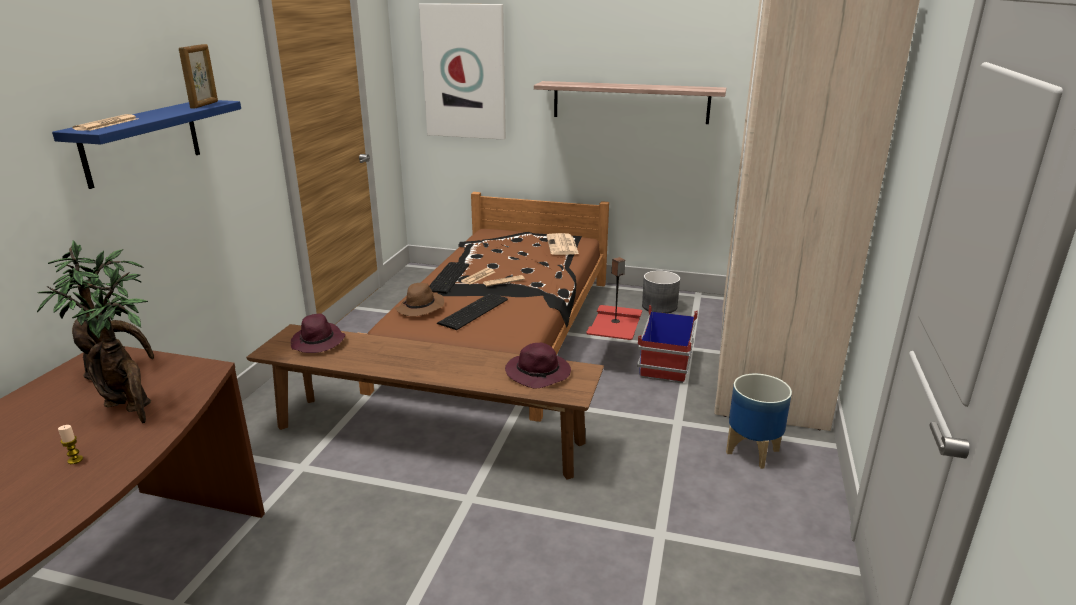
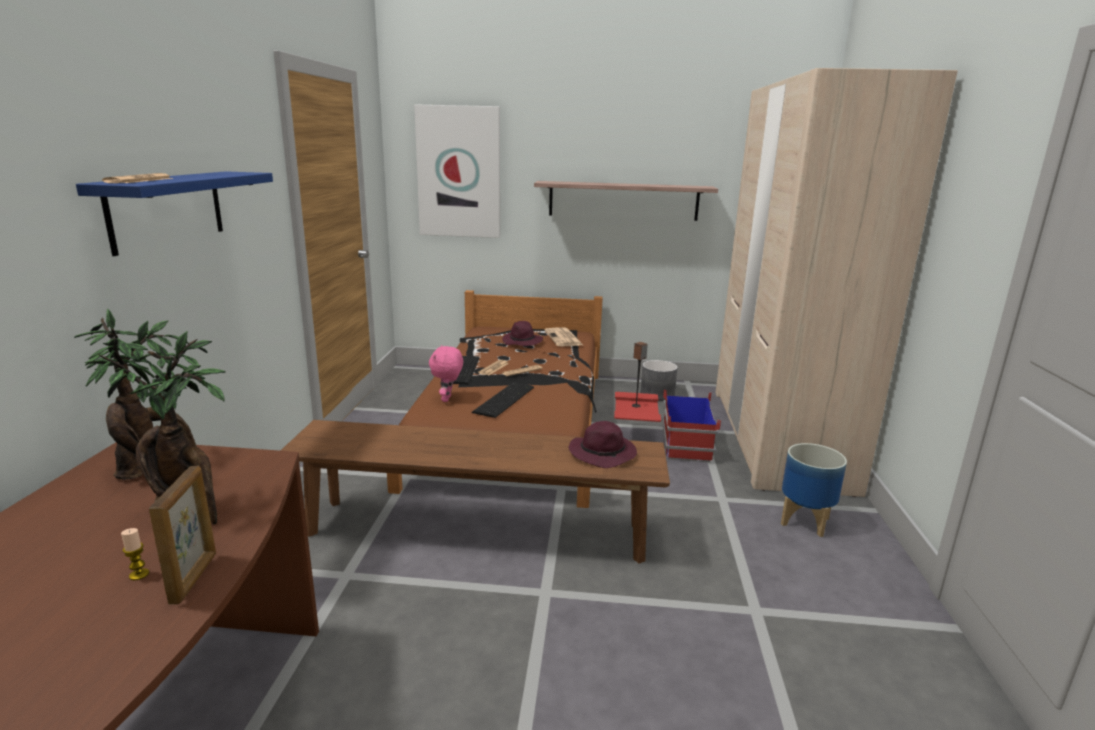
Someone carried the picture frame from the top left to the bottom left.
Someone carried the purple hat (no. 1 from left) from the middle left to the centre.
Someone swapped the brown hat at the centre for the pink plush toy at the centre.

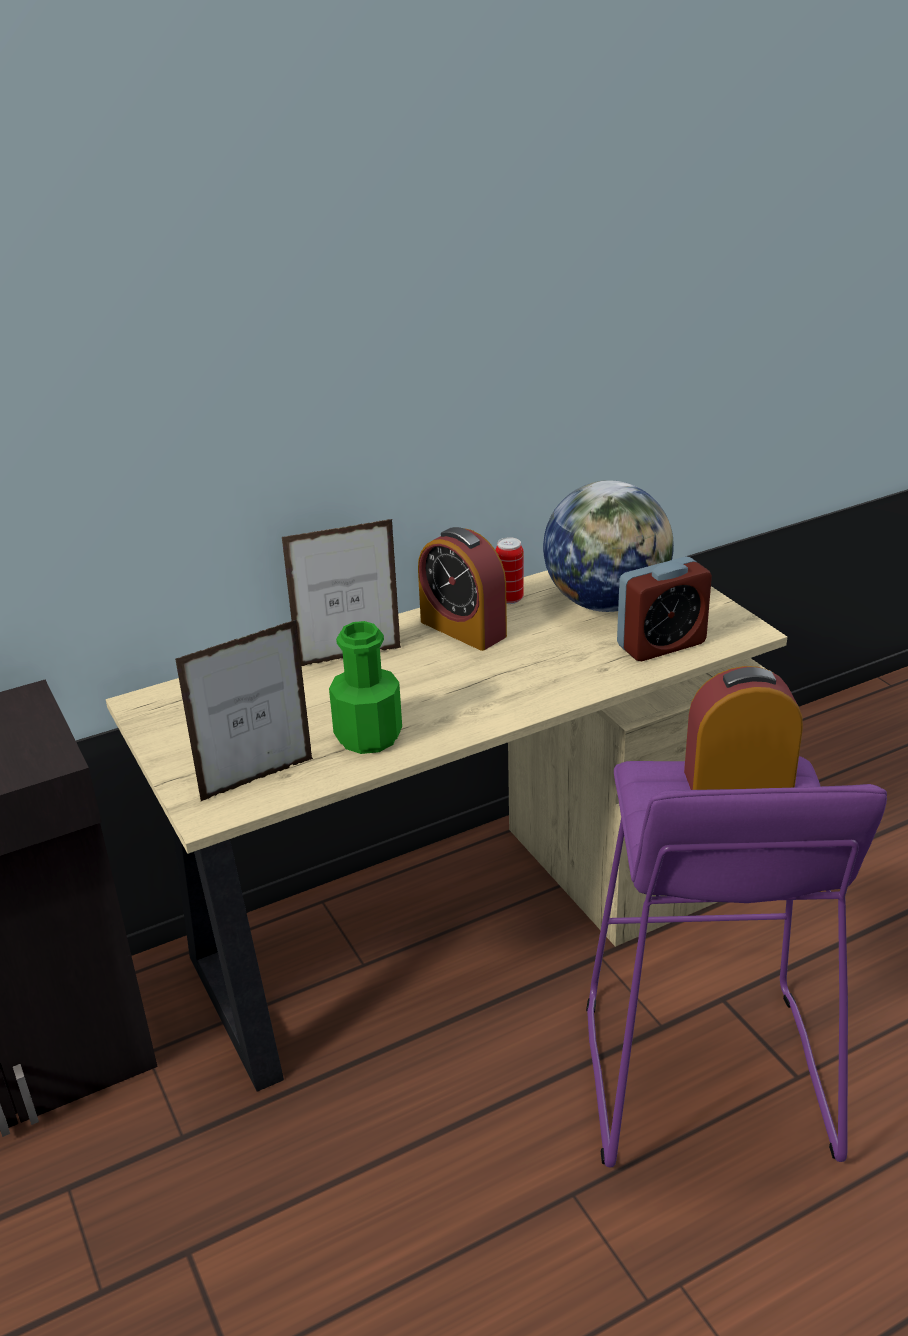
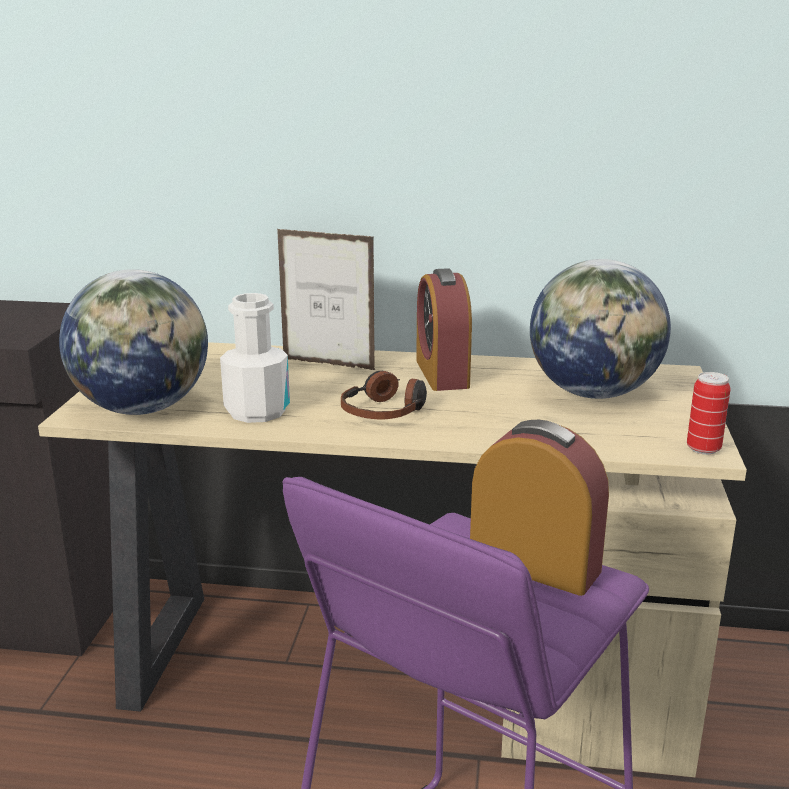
Someone swapped the picture frame (no. 1 from left) at the middle left for the globe (no. 1 from left) at the middle left.
Someone repainted the green bottle at the centre, which became the white bottle at the middle left.
Someone carried the can from the centre to the middle right.
Someone took away the alarm clock (no. 2 from left) at the middle right.
Someone put down the headphones at the centre.

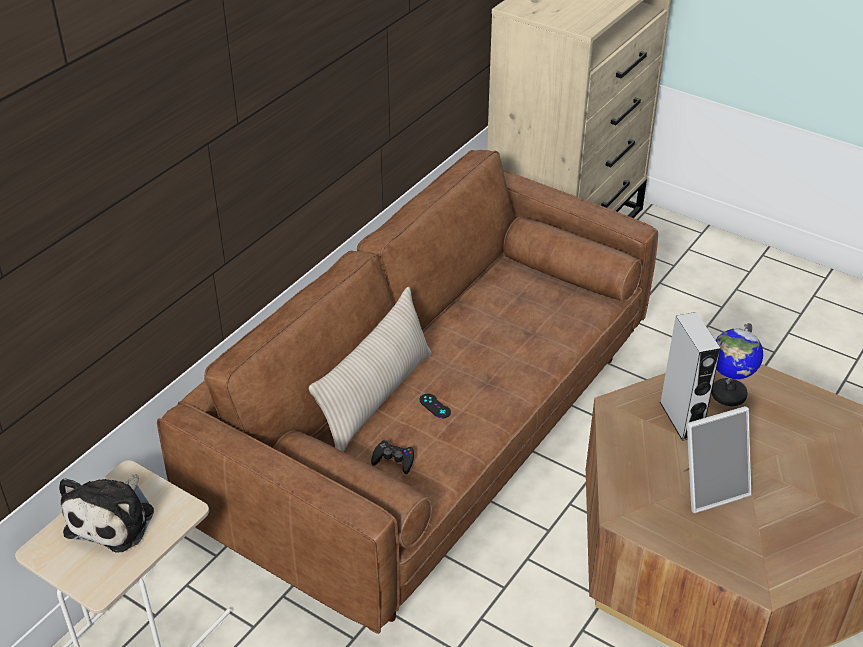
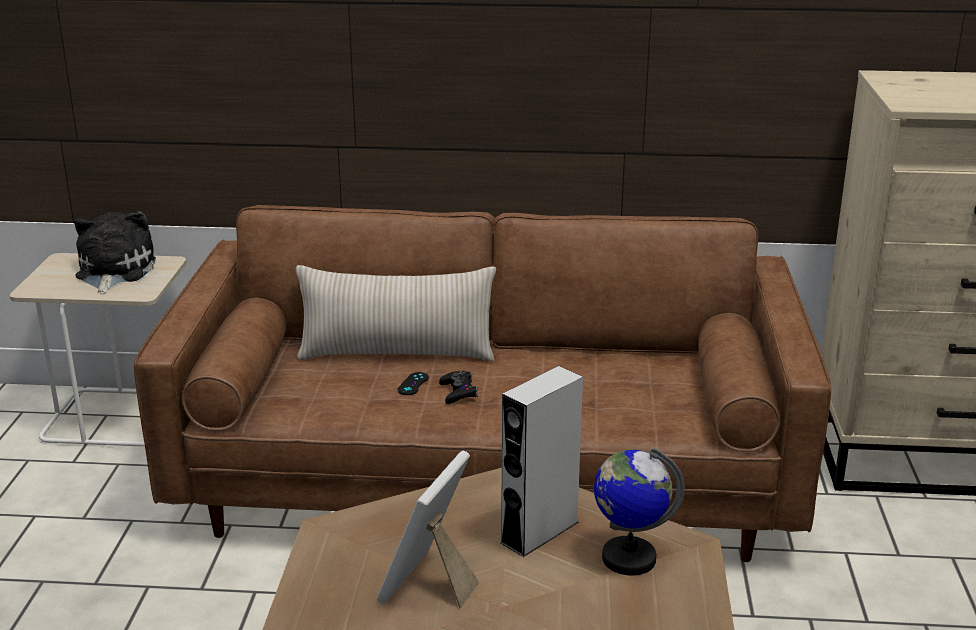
Someone rotated the plush toy at the bottom left by 105 degrees clockwise.
Someone carried the black game controller (no. 1 from left in the first image) from the bottom centre to the centre.
Someone rotated the picture frame at the bottom right by 75 degrees clockwise.

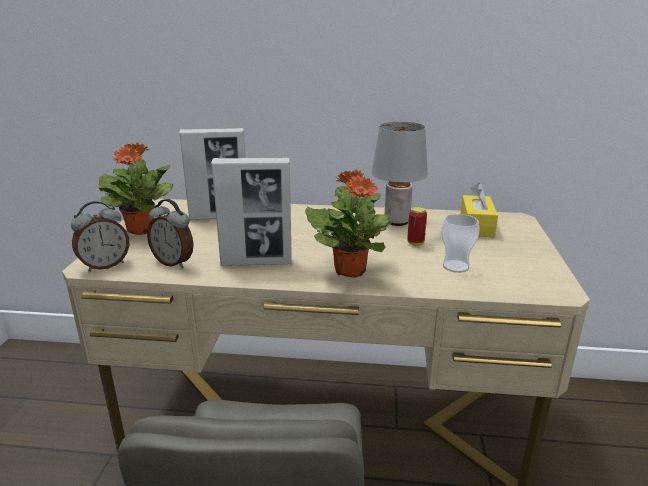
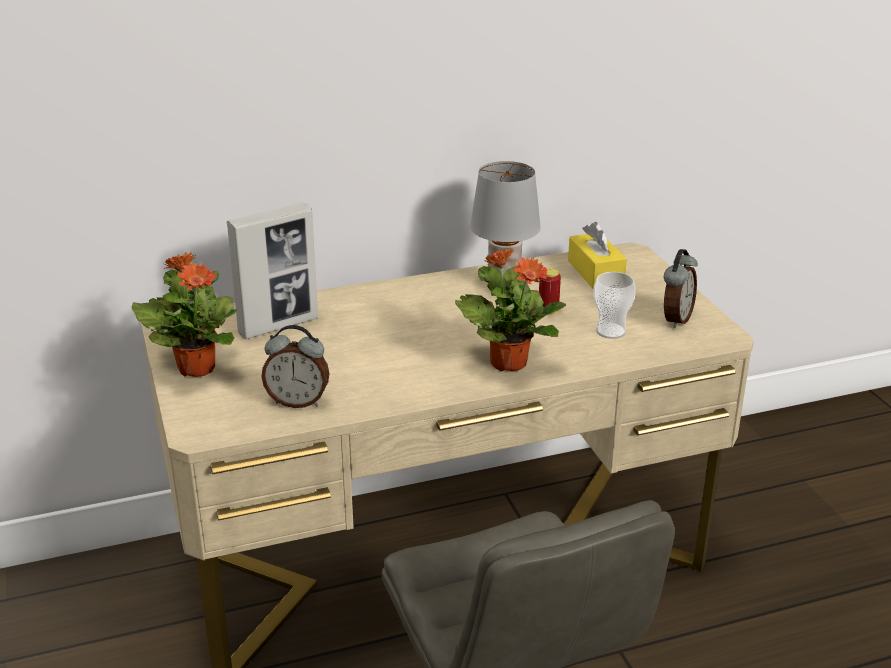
Someone carried the alarm clock (no. 1 from left in the first image) from the middle left to the middle right.
Someone took away the picture frame (no. 2 from left) at the centre.

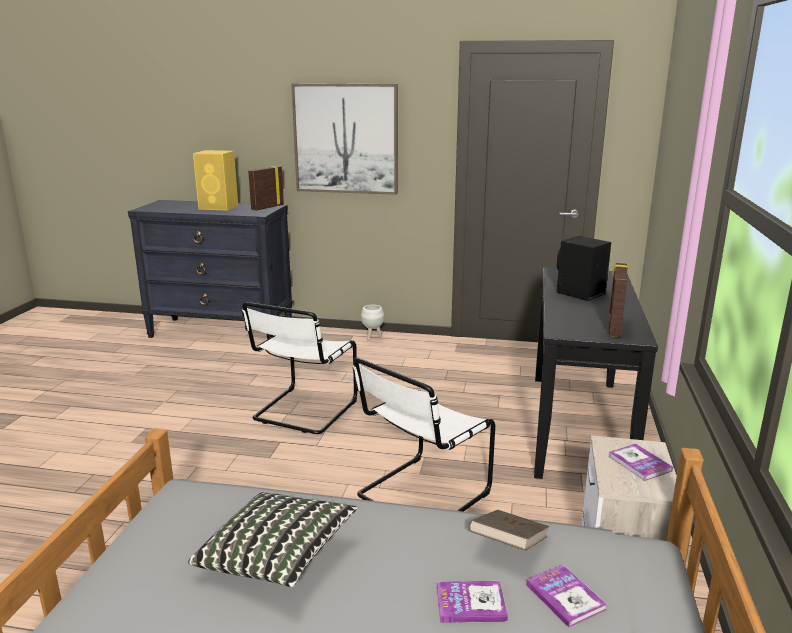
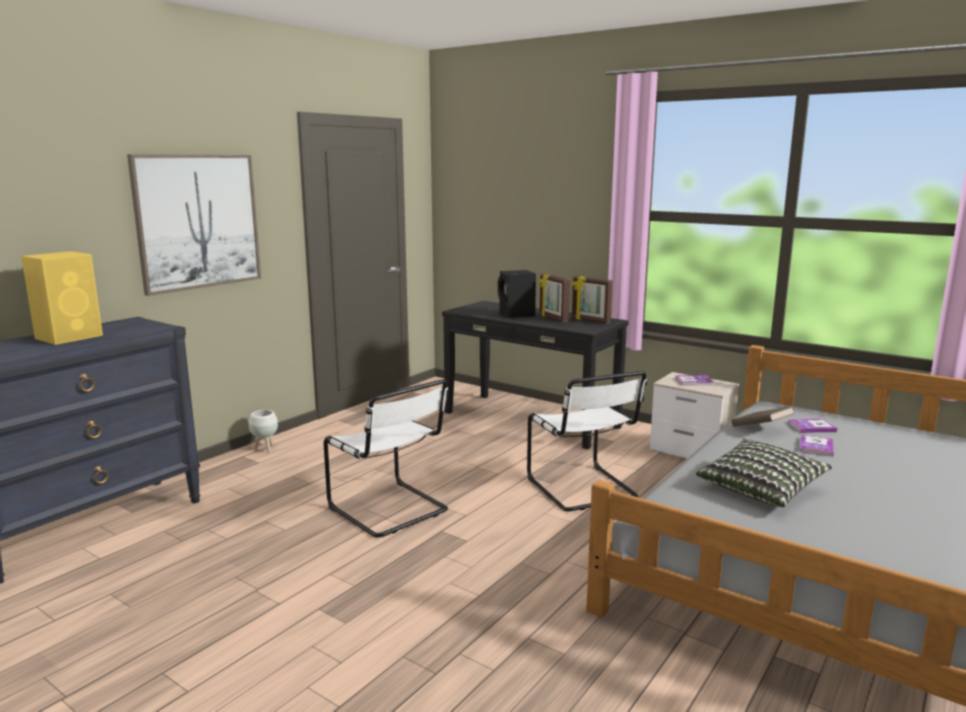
Someone carried the picture frame (no. 1 from left) from the top centre to the centre.

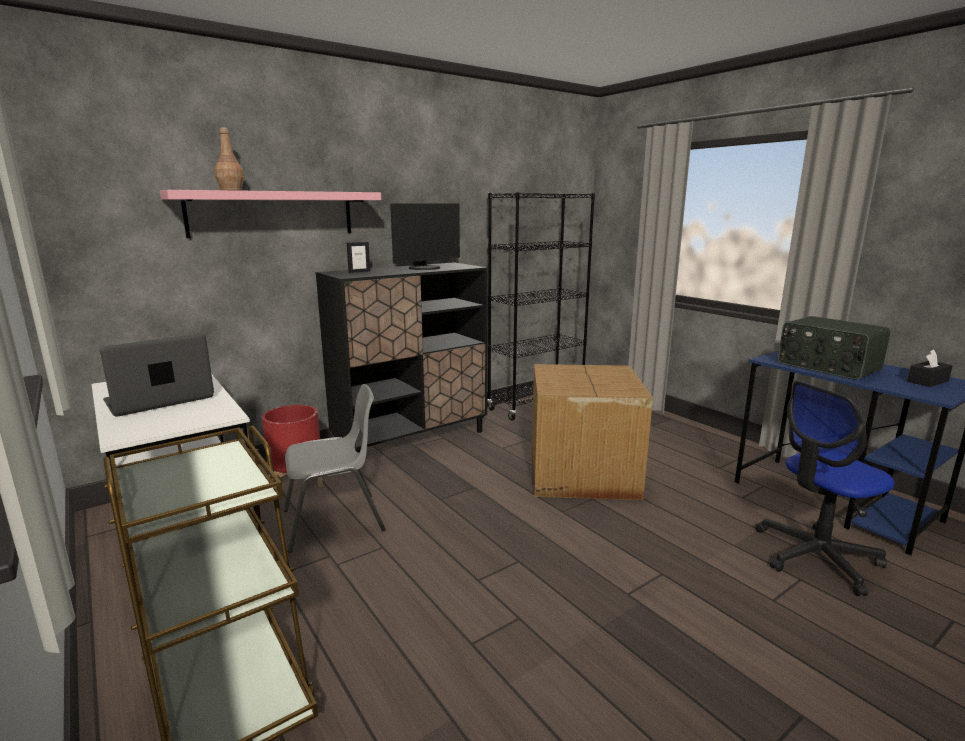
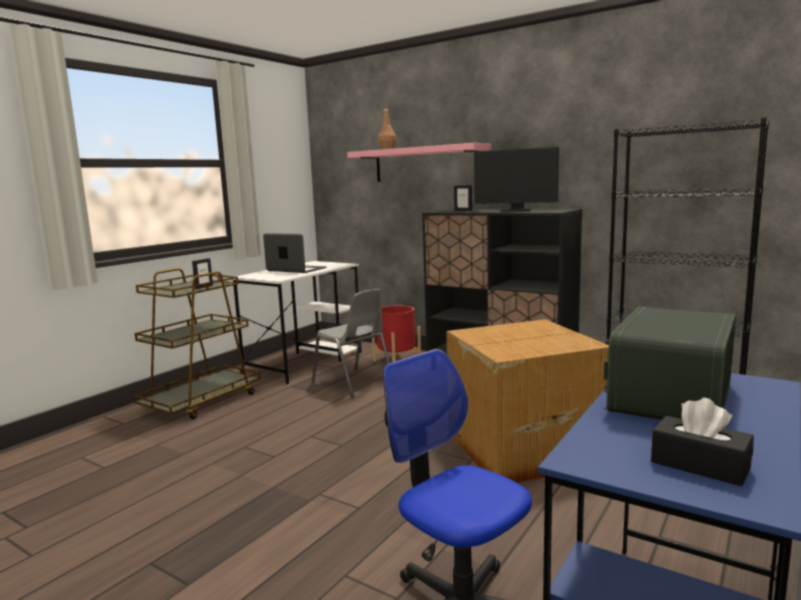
Someone put down the picture frame (no. 1 from left) at the middle left.

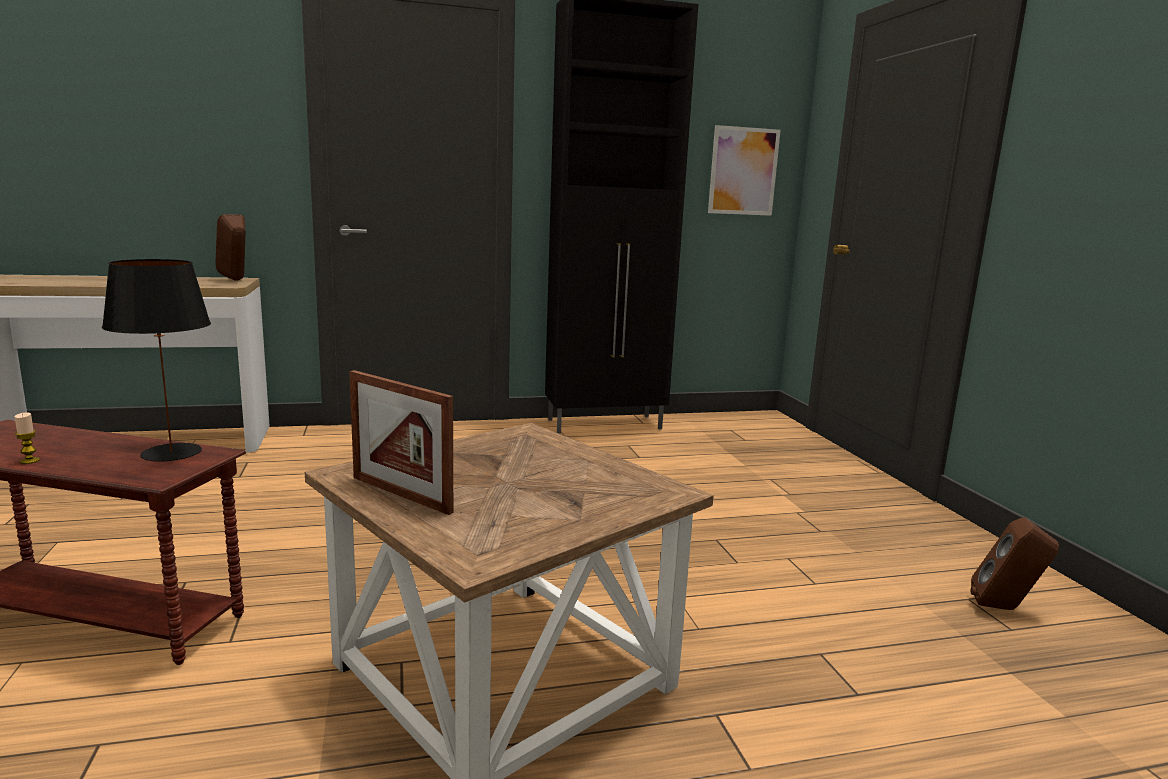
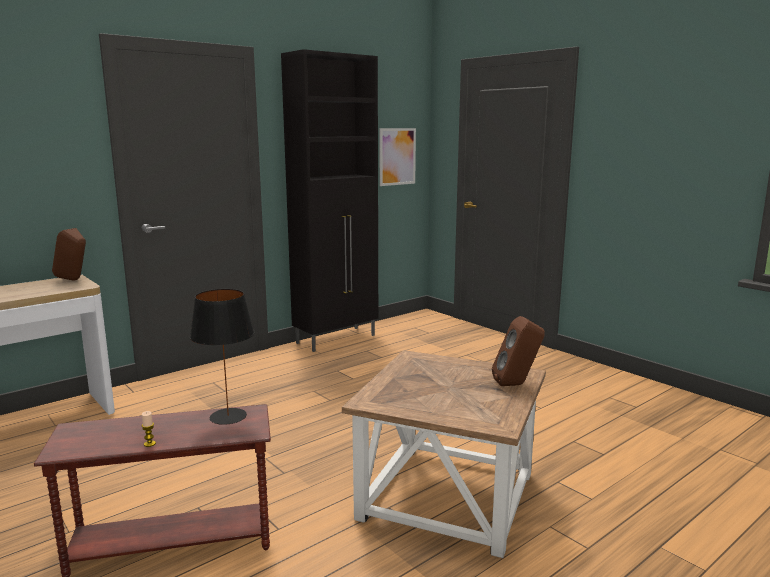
Someone took away the picture frame at the centre.
Someone carried the brown speaker (no. 2 from left) from the bottom right to the middle right.

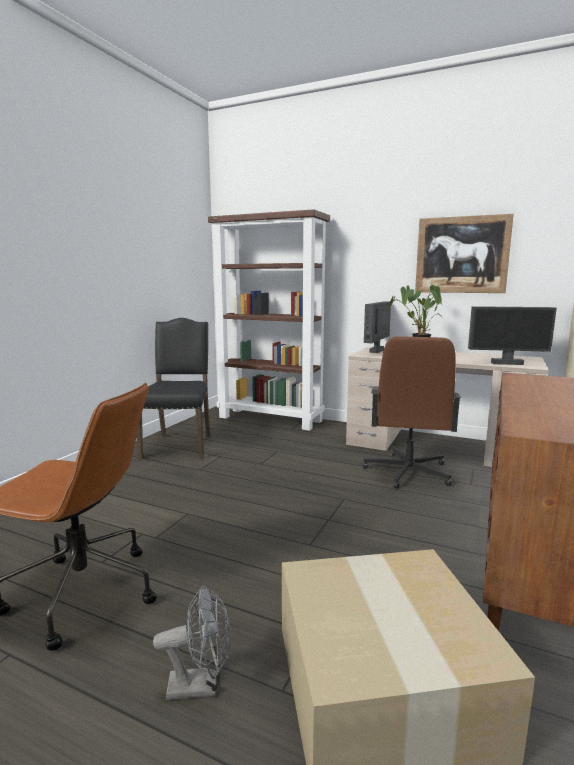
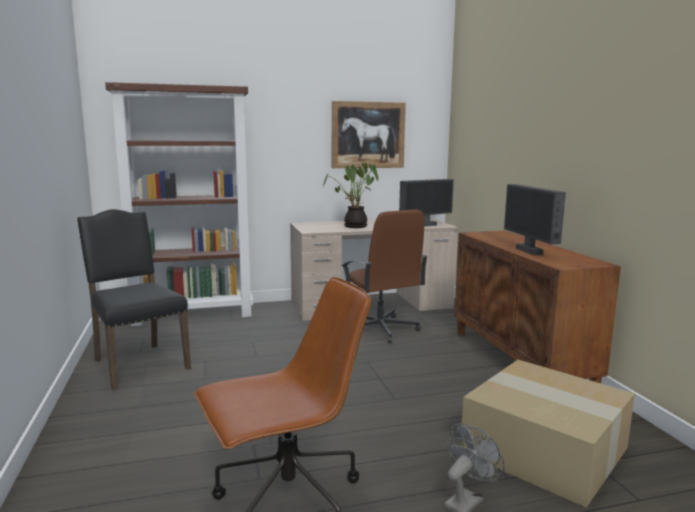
Someone carried the monitor (no. 1 from left in the first image) from the centre to the middle right.

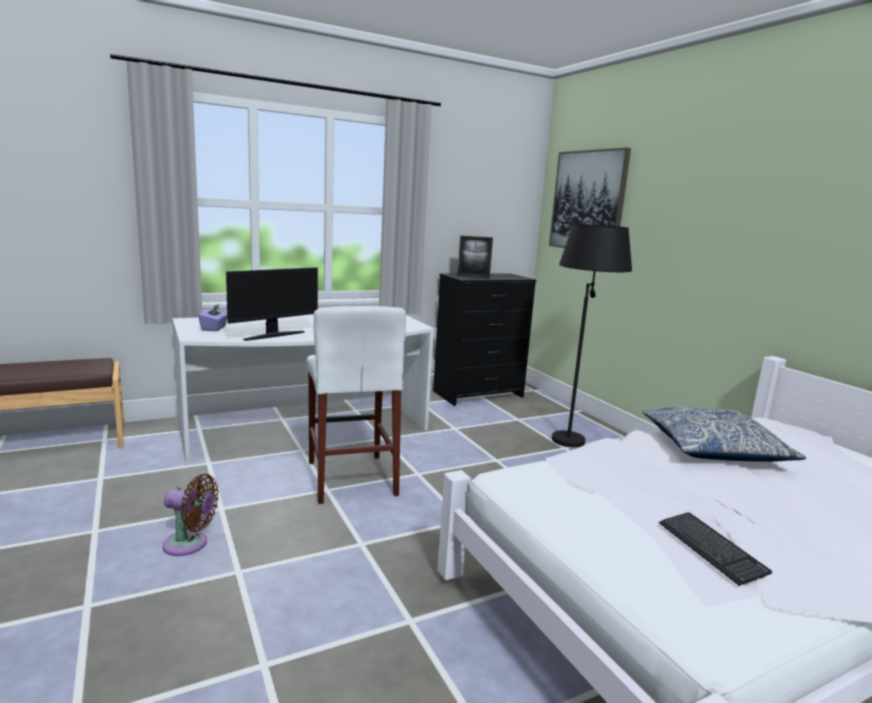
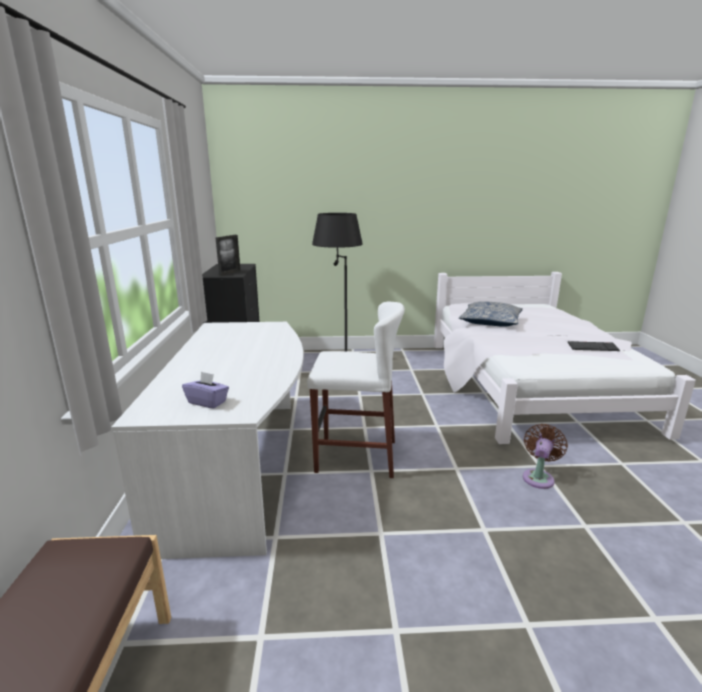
Someone carried the brown fan from the bottom left to the middle right.
Someone took away the monitor at the middle left.
Someone took away the picture at the top right.

